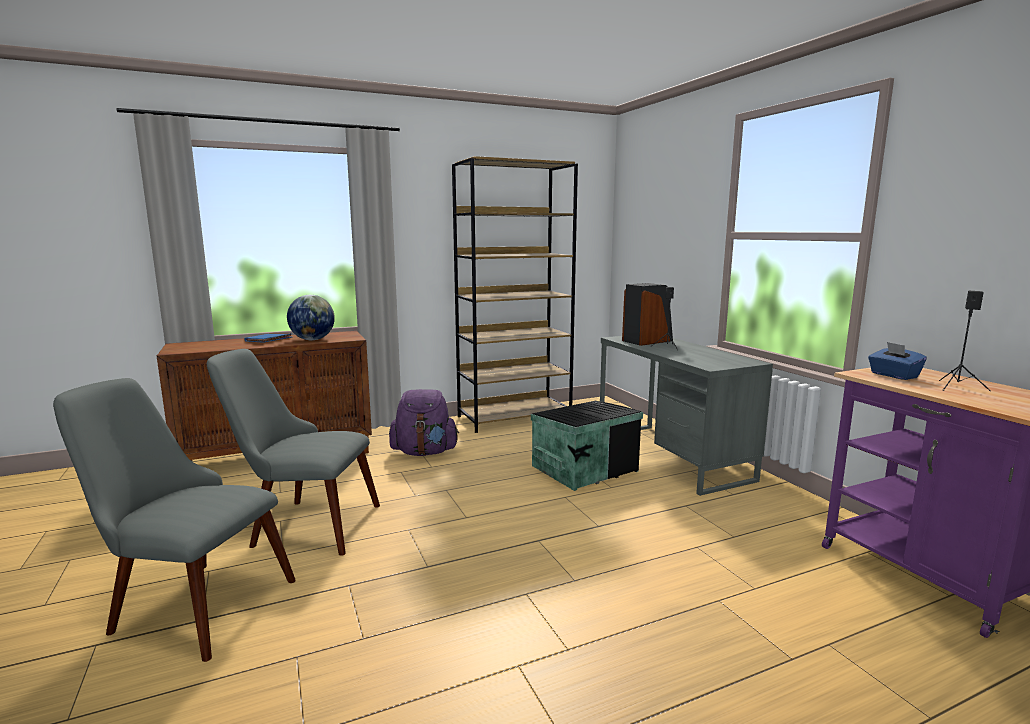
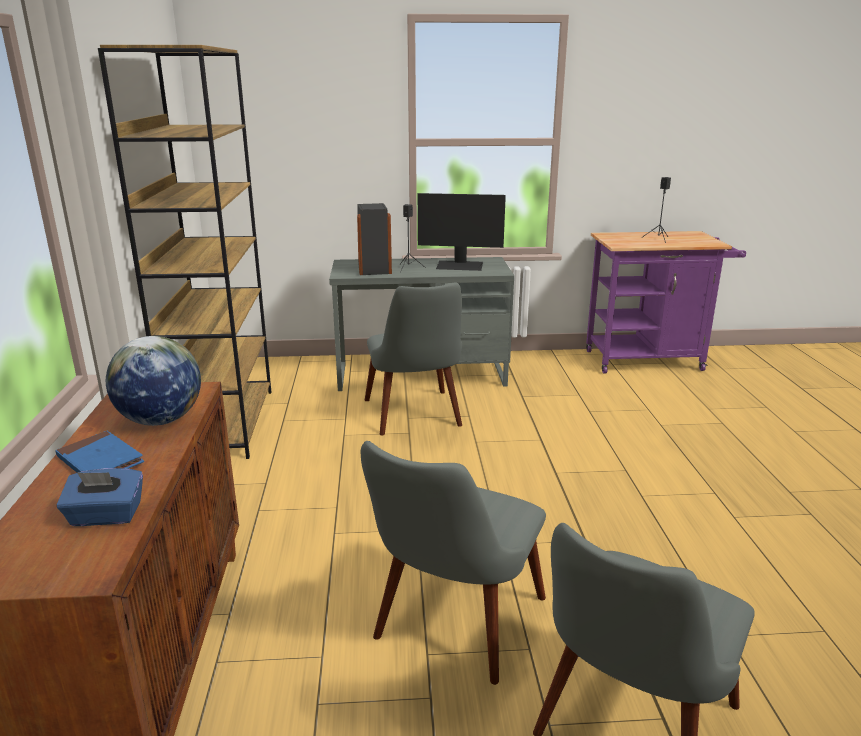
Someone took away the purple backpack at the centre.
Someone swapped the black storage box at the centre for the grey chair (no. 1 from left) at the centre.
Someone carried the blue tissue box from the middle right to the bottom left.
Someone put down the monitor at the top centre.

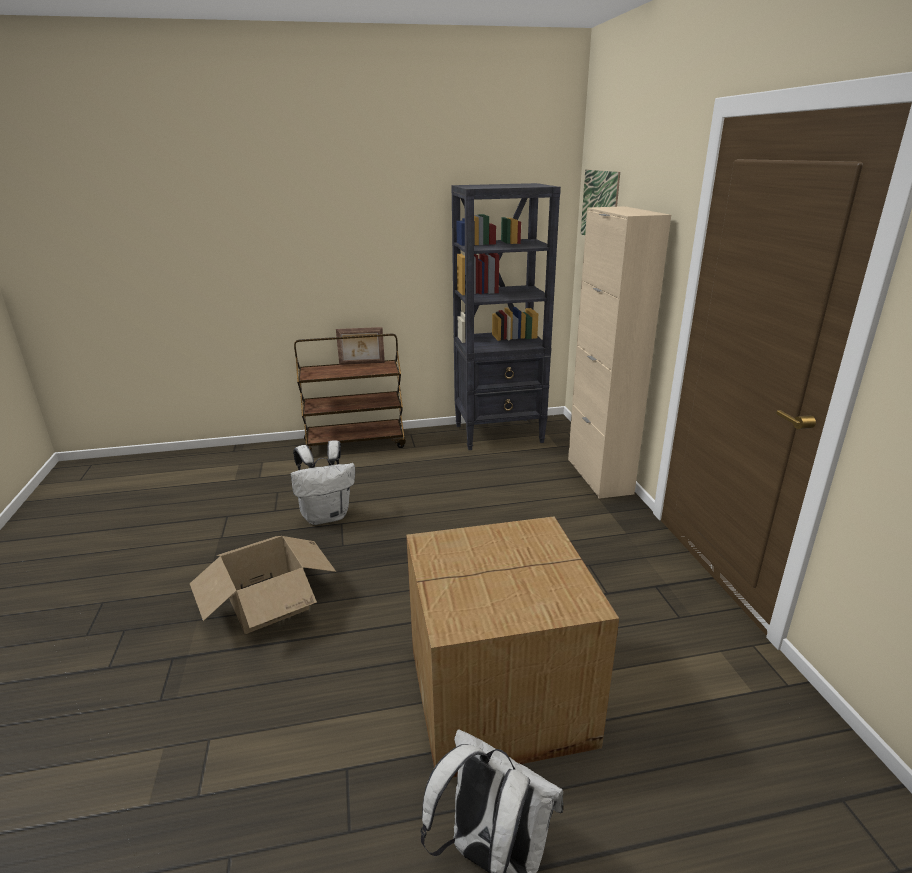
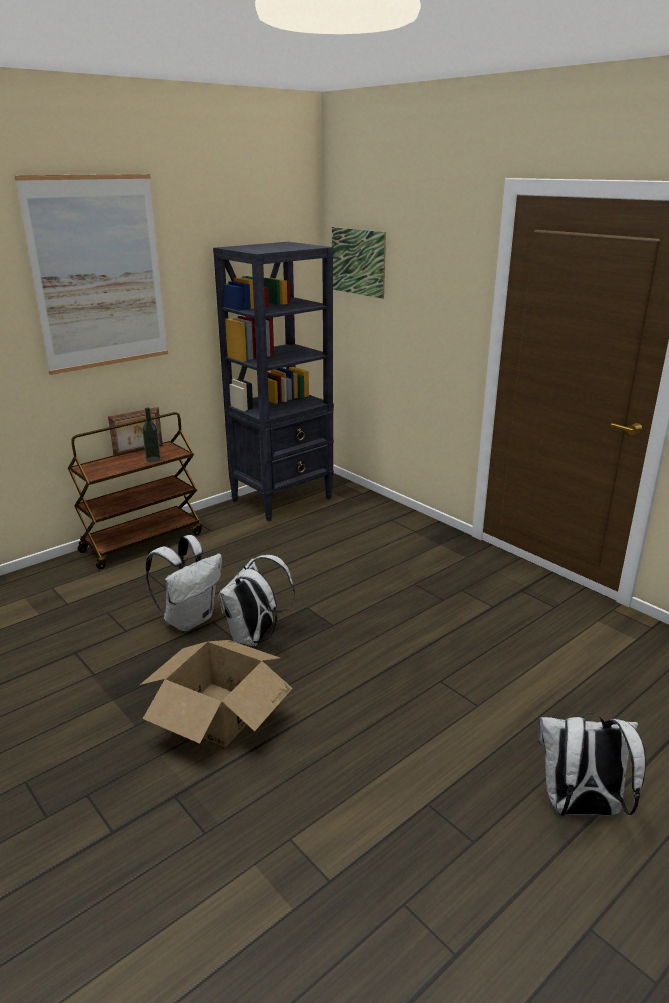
Someone took away the cardboard box (no. 2 from left) at the bottom centre.
Someone took away the beige cabinet at the middle right.
Someone put up the picture (no. 1 from left) at the top left.
Someone put down the bottle at the middle left.
Someone put down the white backpack (no. 2 from left) at the centre.

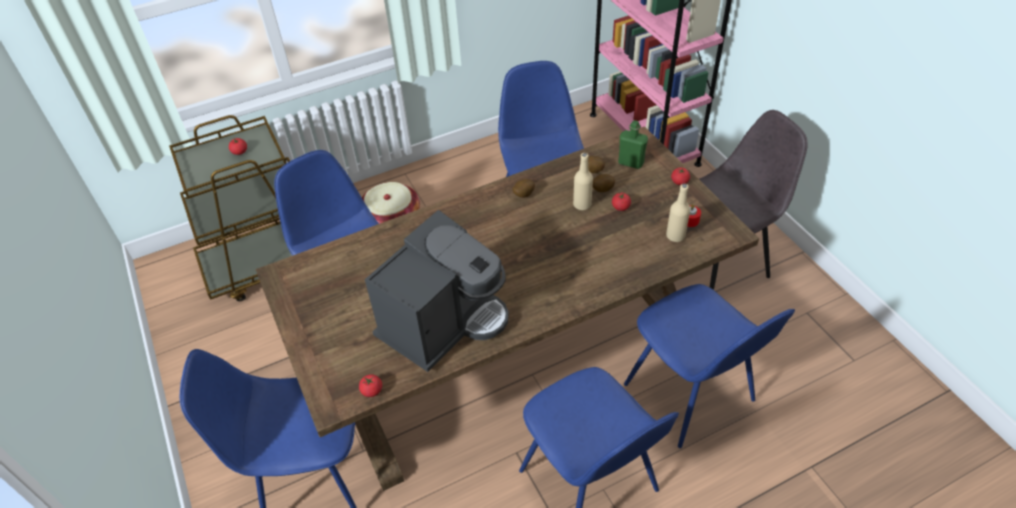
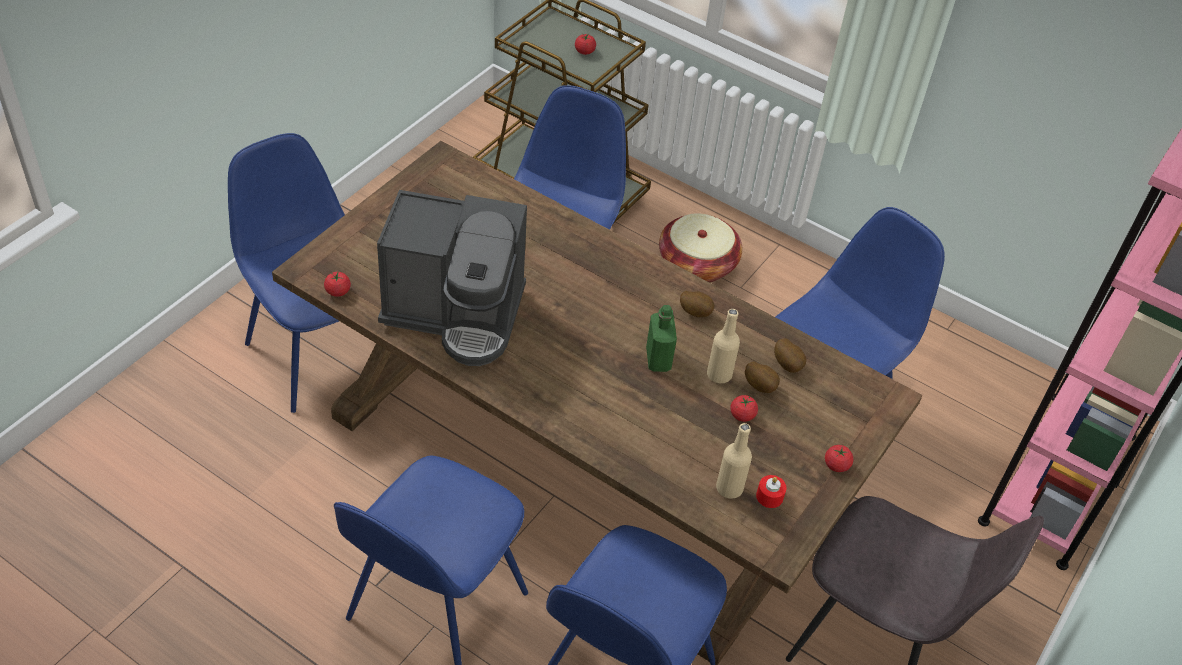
Someone carried the green bottle from the top centre to the centre.

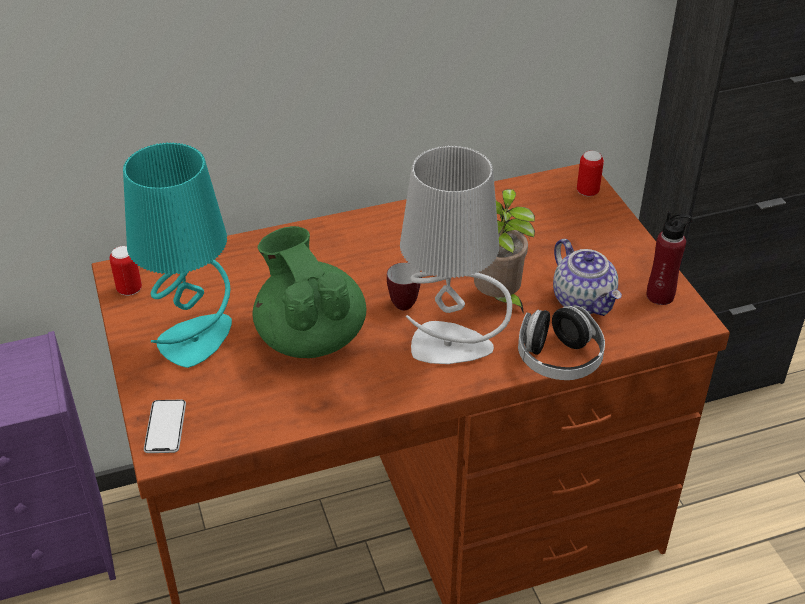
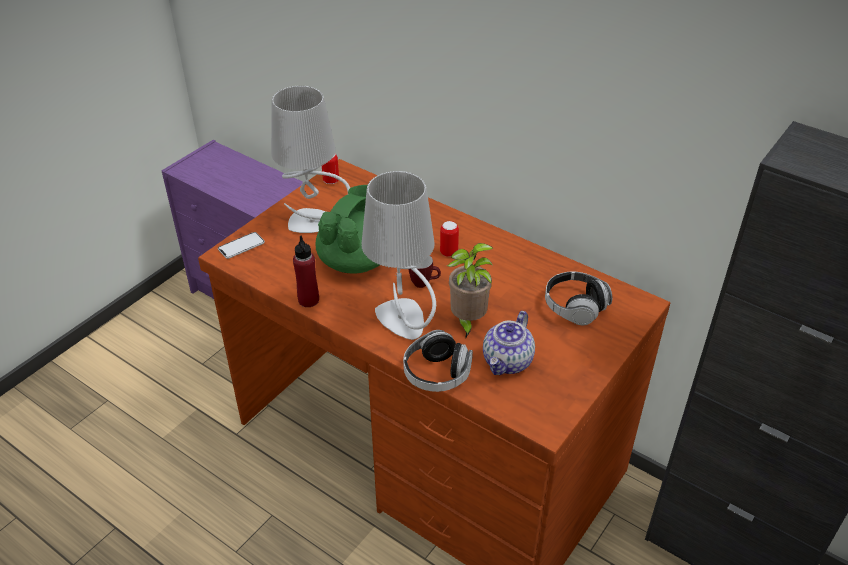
Someone repainted the turquoise table lamp at the middle left, which became the grey table lamp (no. 1 from left) at the top centre.
Someone carried the can (no. 2 from left) from the top right to the centre.
Someone carried the red bottle from the middle right to the centre.
Someone put down the headphones (no. 2 from left) at the middle right.

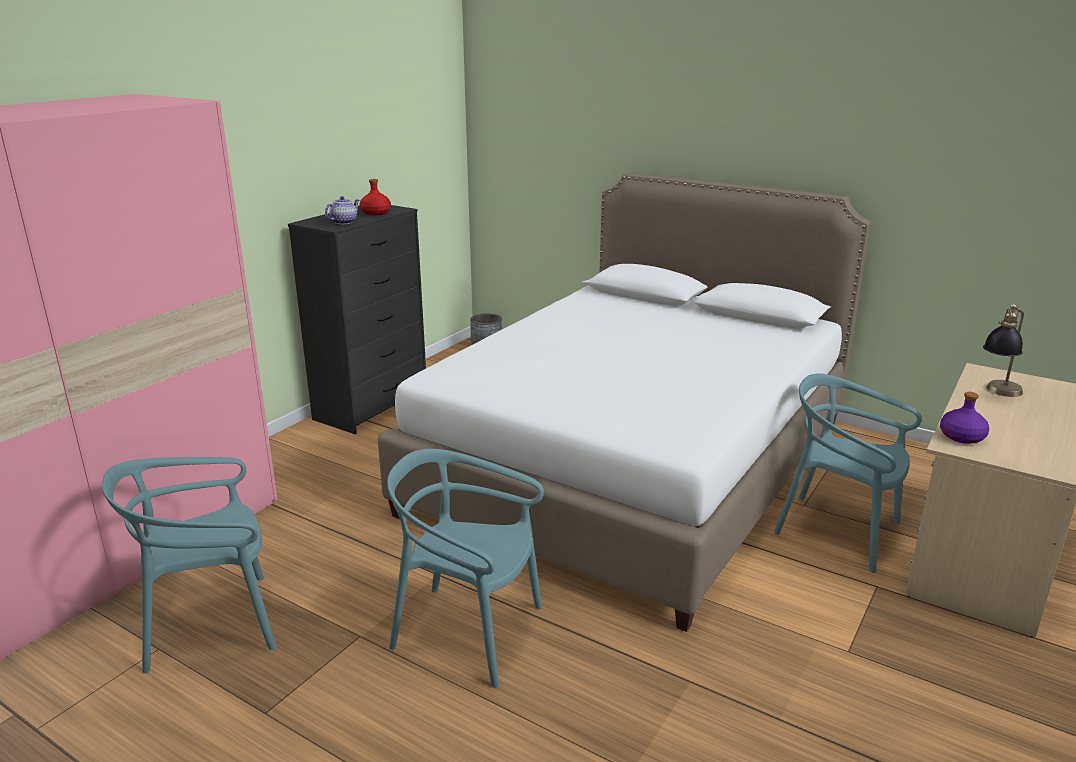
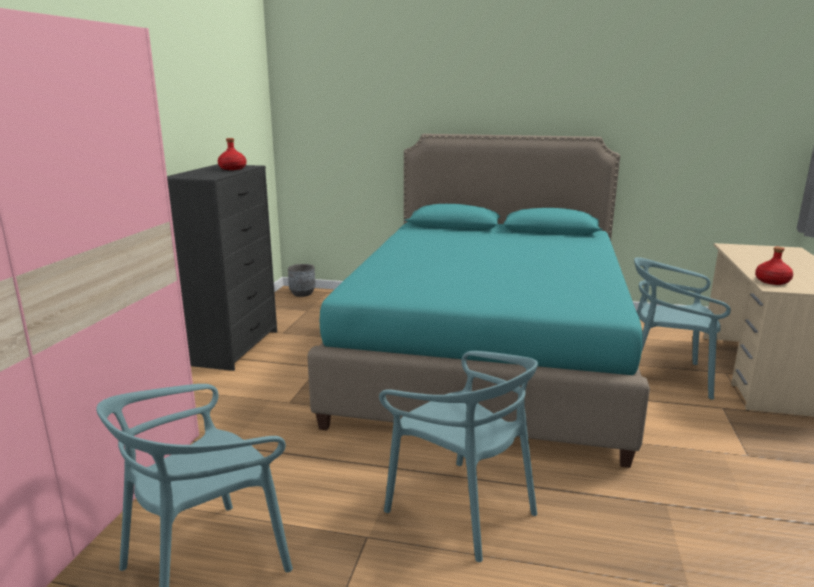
Someone took away the teapot at the top left.
Someone repainted the white bed at the centre, which became the turquoise bed at the centre.
Someone rotated the turquoise chair (no. 2 from left) at the bottom centre by 135 degrees counterclockwise.
Someone repainted the purple bottle at the middle right, which became the red bottle (no. 2 from left) at the middle right.
Someone took away the table lamp at the middle right.

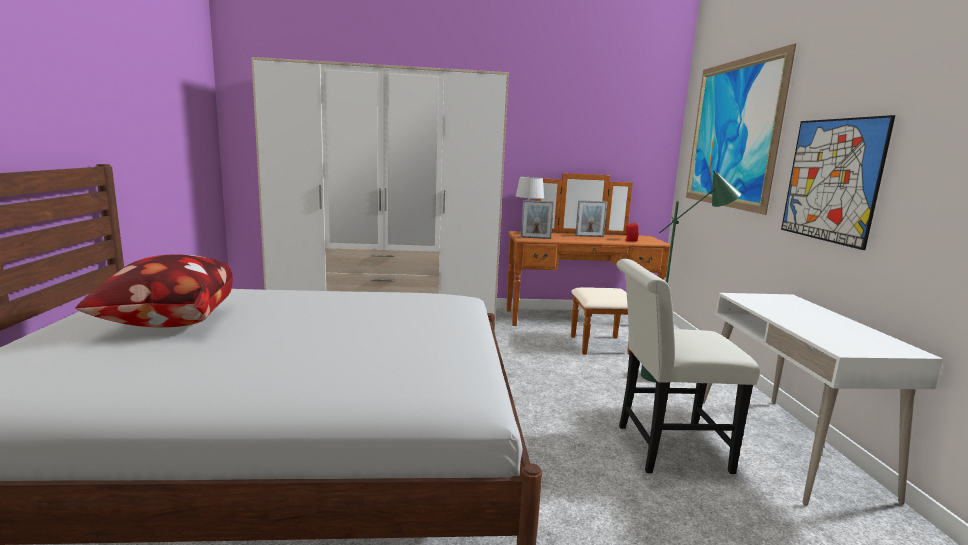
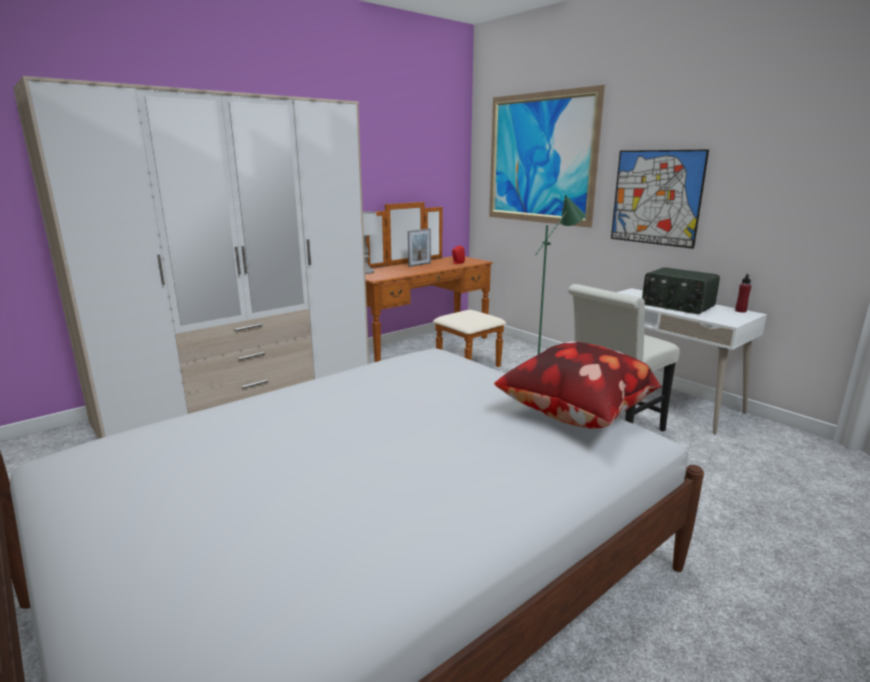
Someone carried the pillow from the middle left to the centre.
Someone took away the picture frame (no. 1 from left) at the centre.
Someone put down the radio at the middle right.
Someone put down the red bottle at the middle right.

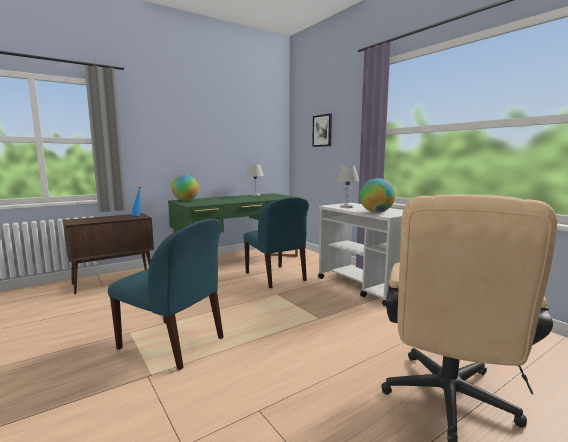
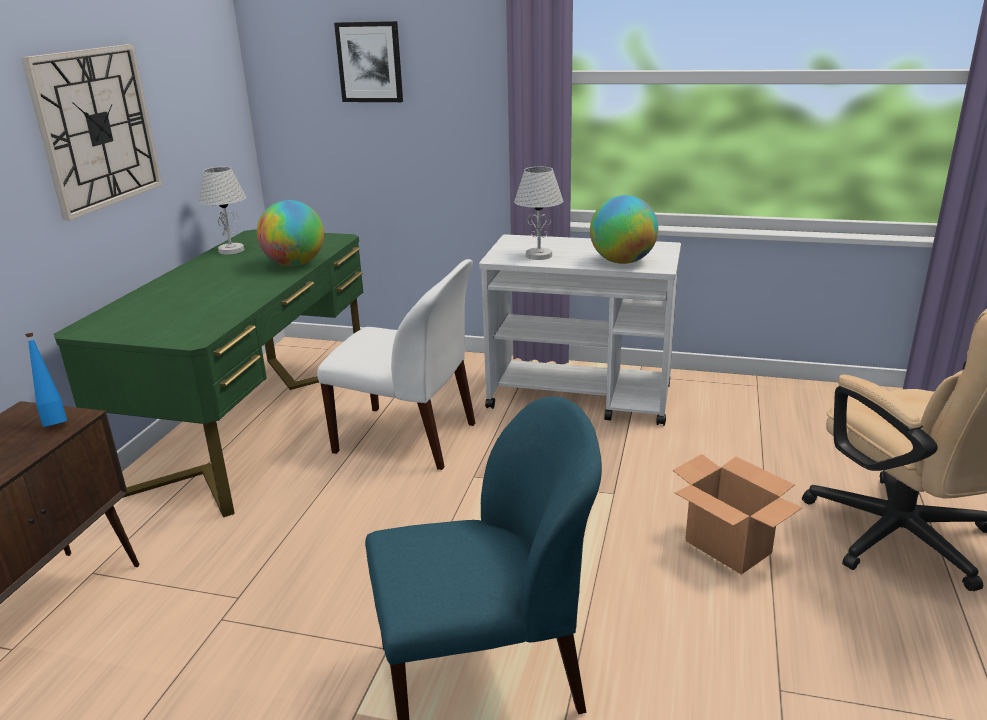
Someone carried the globe (no. 1 from left) from the middle left to the top left.
Someone repainted the blue chair (no. 2 from left) at the centre, which became the white chair at the centre.
Someone put up the wall clock at the top left.
Someone put down the cardboard box at the bottom right.

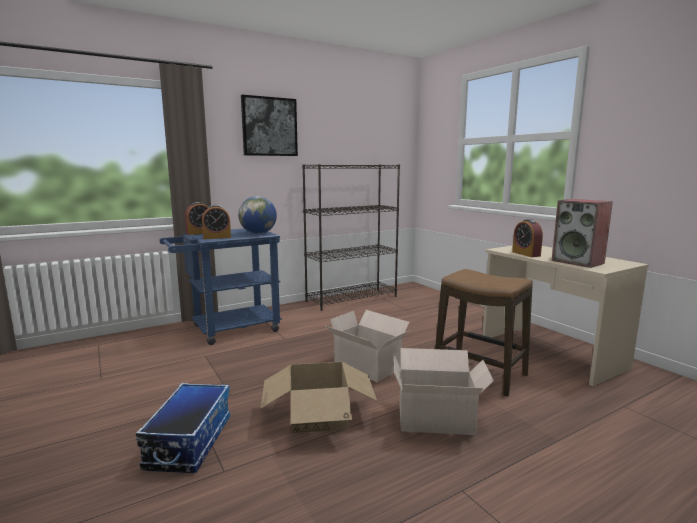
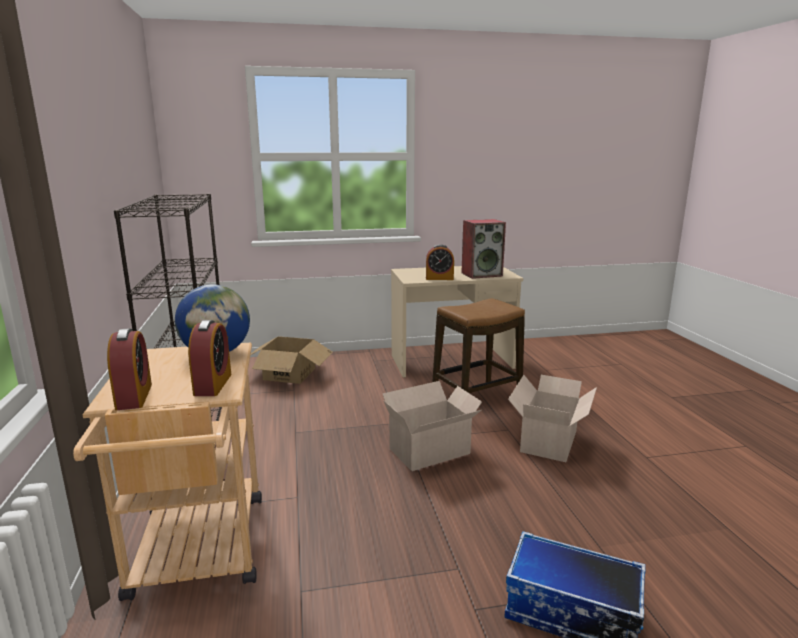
Someone repainted the blue cart at the middle left, which became the beige cart at the bottom left.
Someone took away the picture at the top centre.
Someone carried the cardboard box (no. 1 from left) from the bottom centre to the centre.

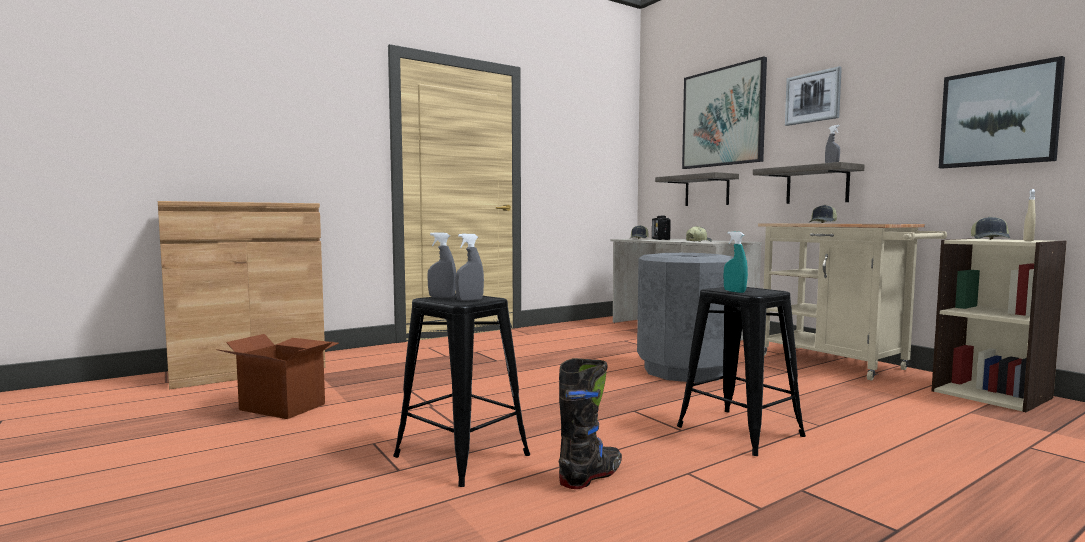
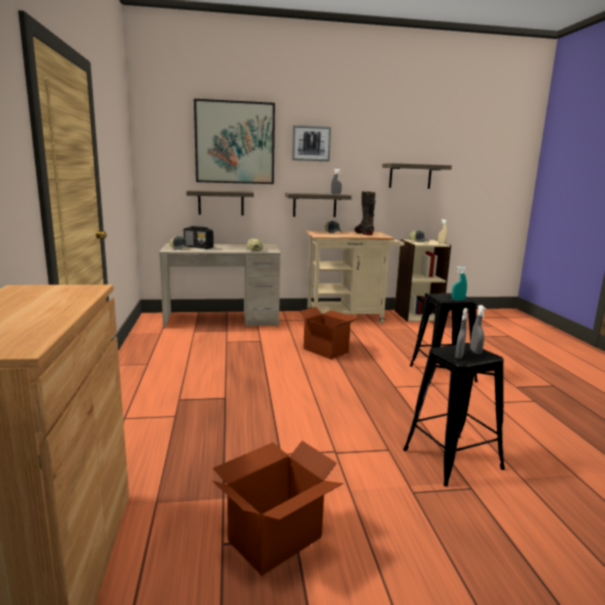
Someone carried the black boot from the bottom centre to the centre.
Someone swapped the grey trash can at the centre for the cardboard box (no. 2 from left) at the centre.
Someone swapped the picture (no. 3 from left) at the top right for the shelf (no. 3 from left) at the top right.

